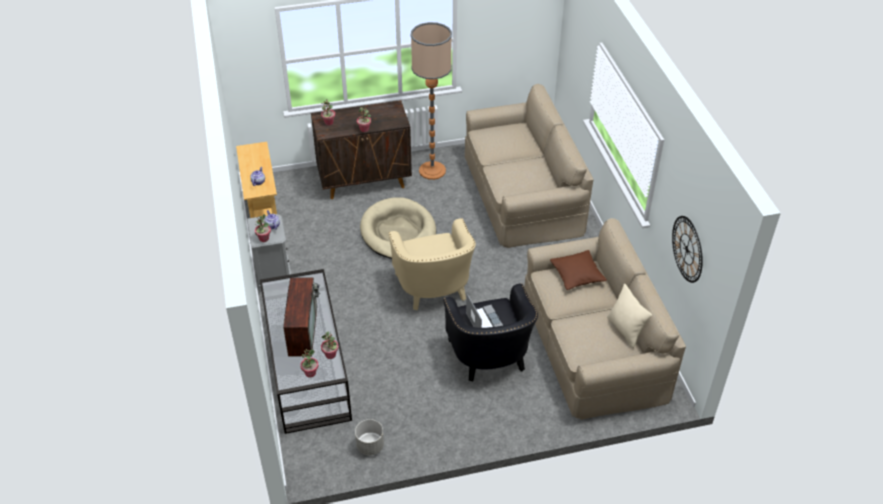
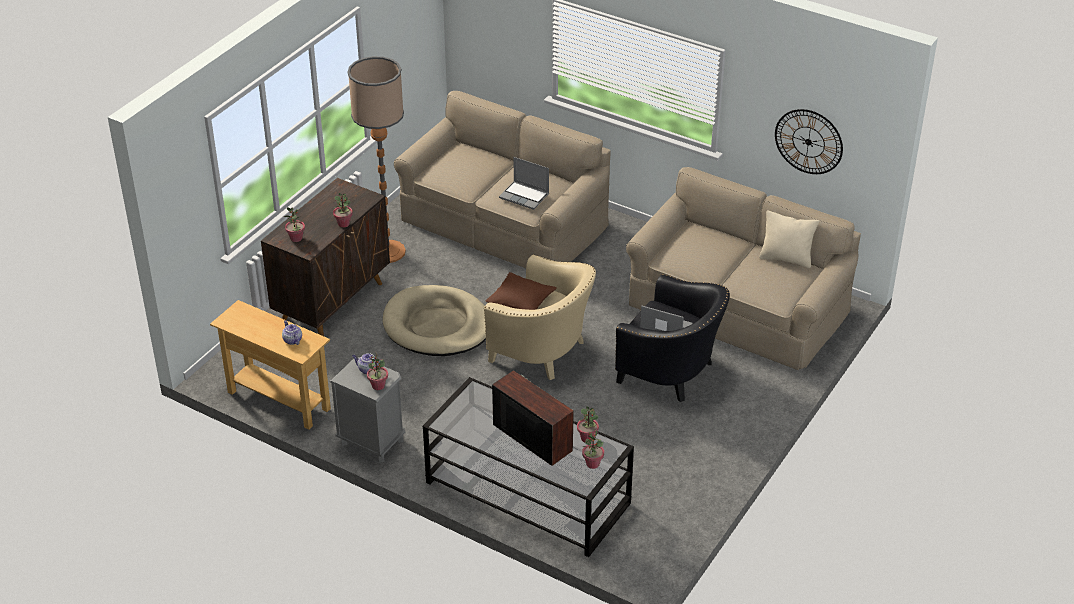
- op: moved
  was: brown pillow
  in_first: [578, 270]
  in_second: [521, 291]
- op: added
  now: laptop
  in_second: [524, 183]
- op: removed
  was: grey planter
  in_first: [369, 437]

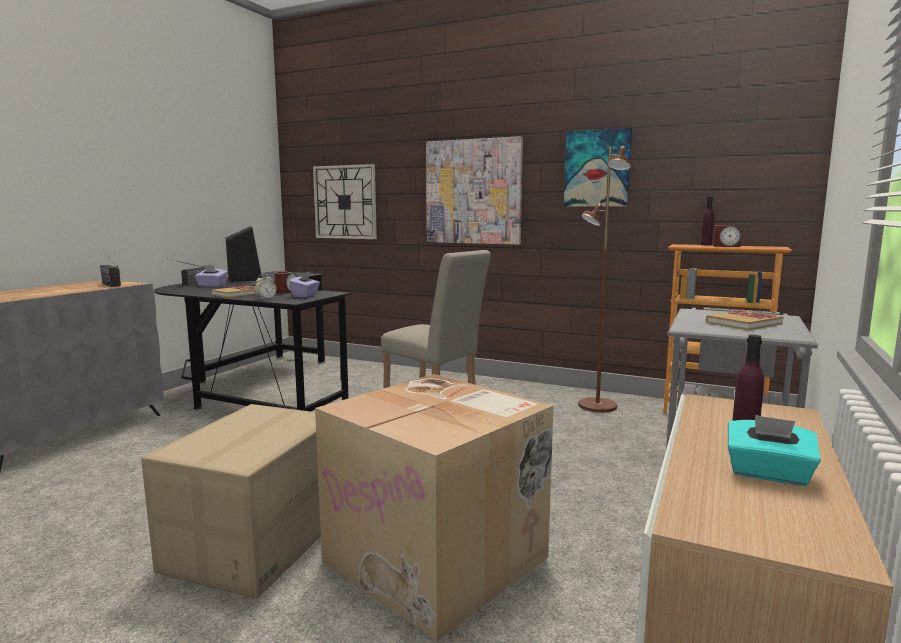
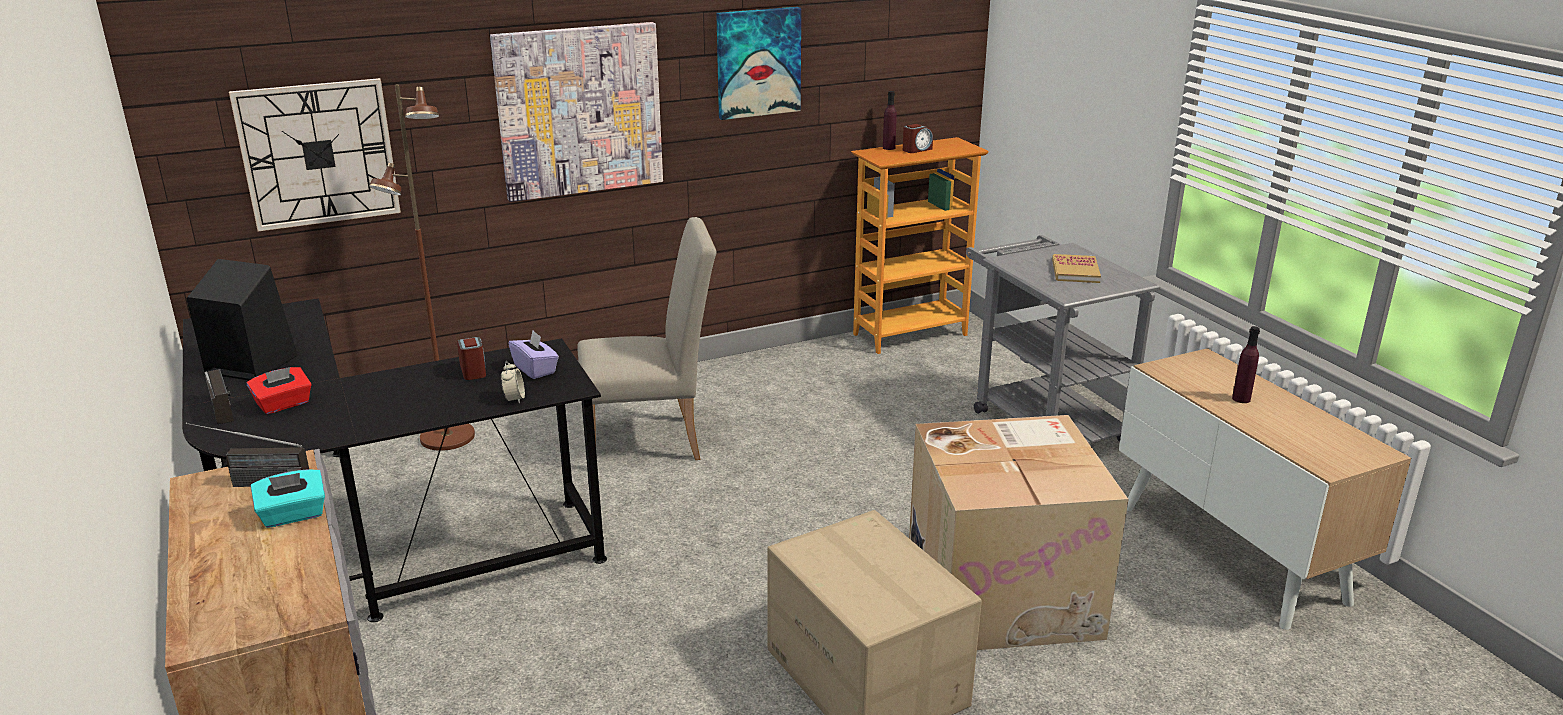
- op: recoloured
  was: purple tissue box
  now: red tissue box
  in_first: [211, 276]
  in_second: [279, 390]
- op: moved
  was: turquoise tissue box
  in_first: [774, 450]
  in_second: [288, 498]
- op: moved
  was: brown floor lamp
  in_first: [604, 279]
  in_second: [422, 267]
- op: removed
  was: book
  in_first: [233, 292]

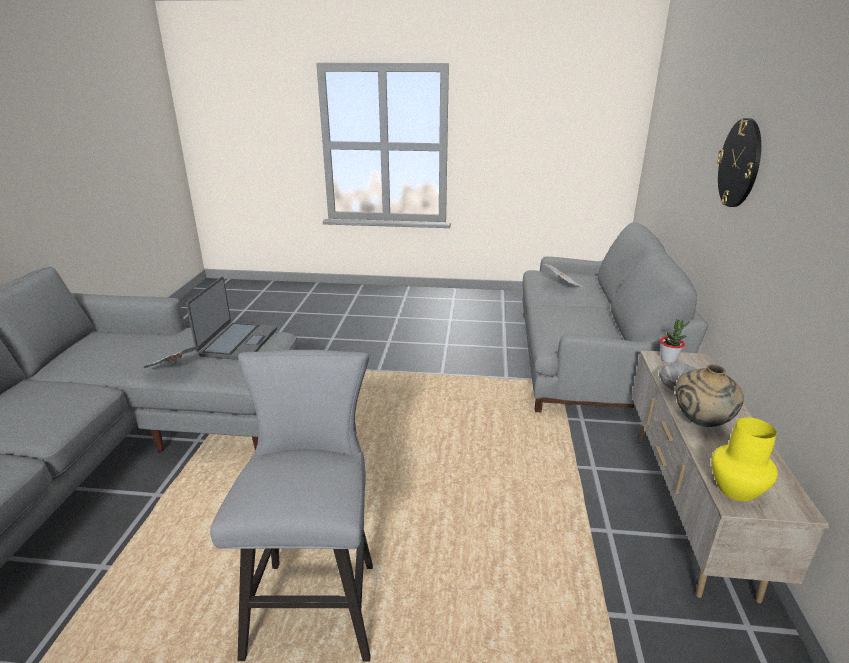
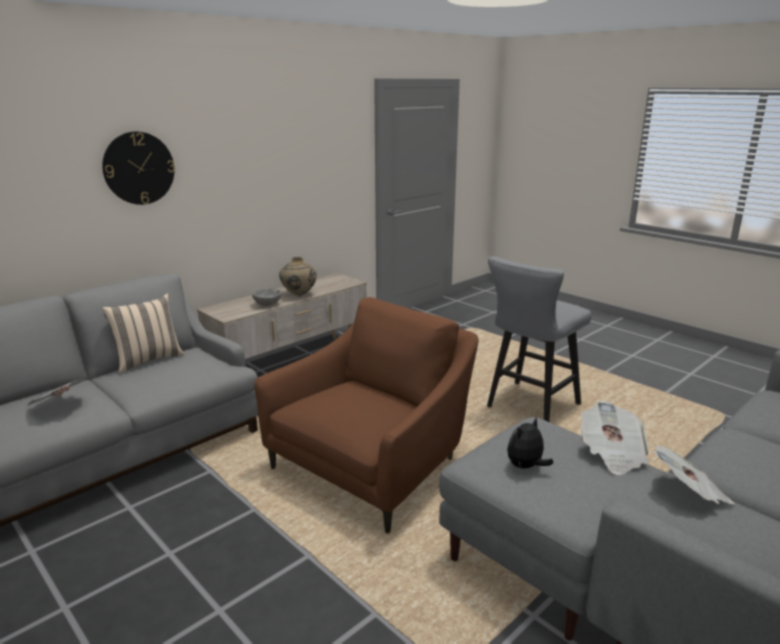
- op: added
  now: beige pillow
  in_second: [143, 333]
- op: added
  now: brown armchair
  in_second: [366, 415]
- op: replaced
  was: laptop
  now: plush toy
  in_first: [231, 318]
  in_second: [530, 443]
- op: added
  now: newspaper
  in_second: [694, 475]
- op: removed
  was: potted plant
  in_first: [674, 341]
- op: removed
  was: yellow vase
  in_first: [744, 459]

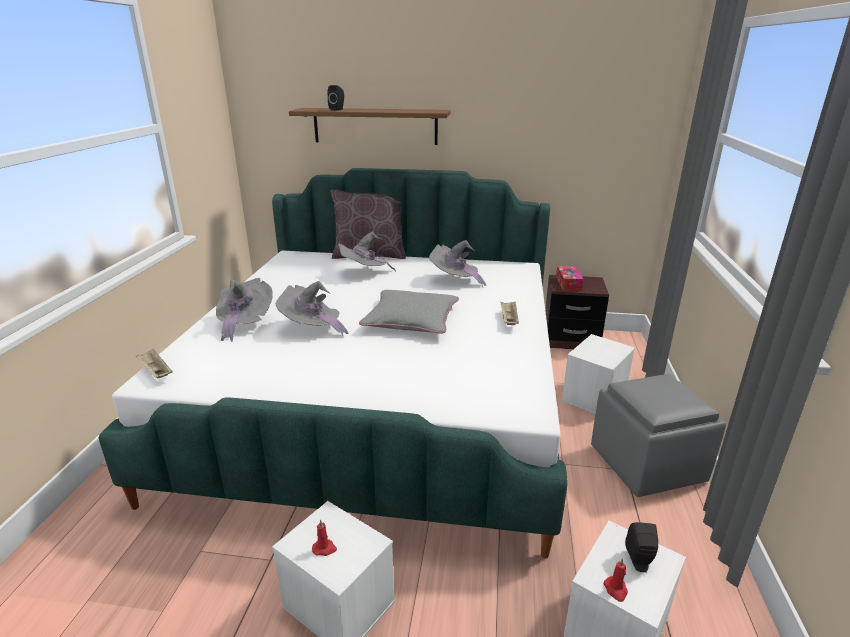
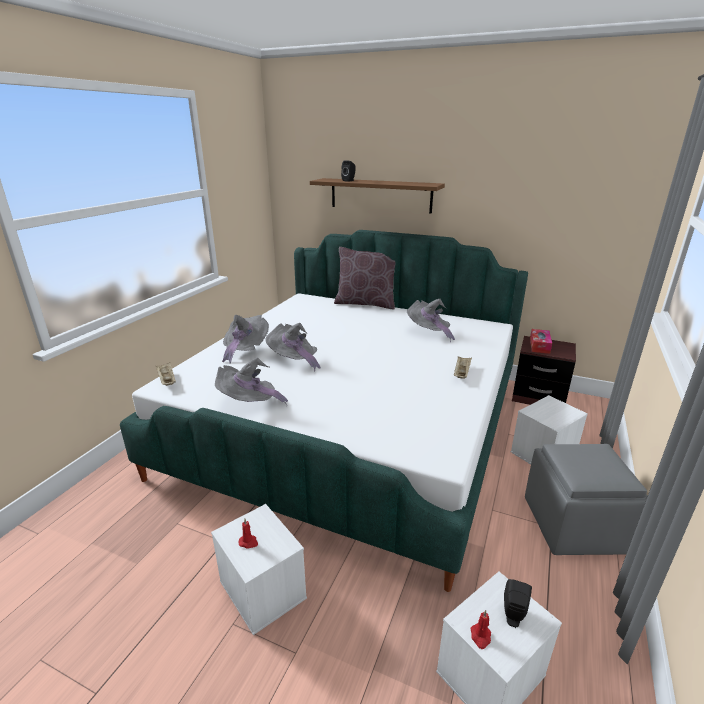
- op: moved
  was: grey hat
  in_first: [367, 252]
  in_second: [251, 381]
- op: removed
  was: grey pillow
  in_first: [409, 312]

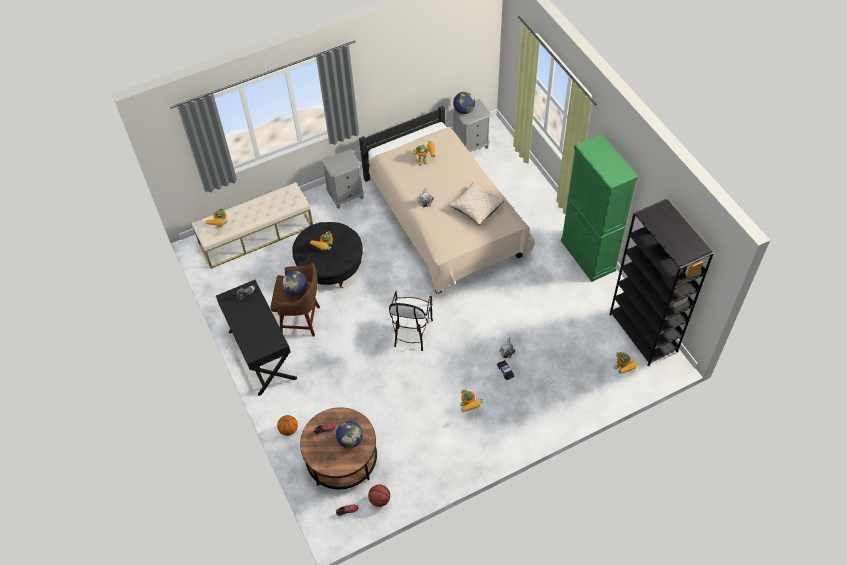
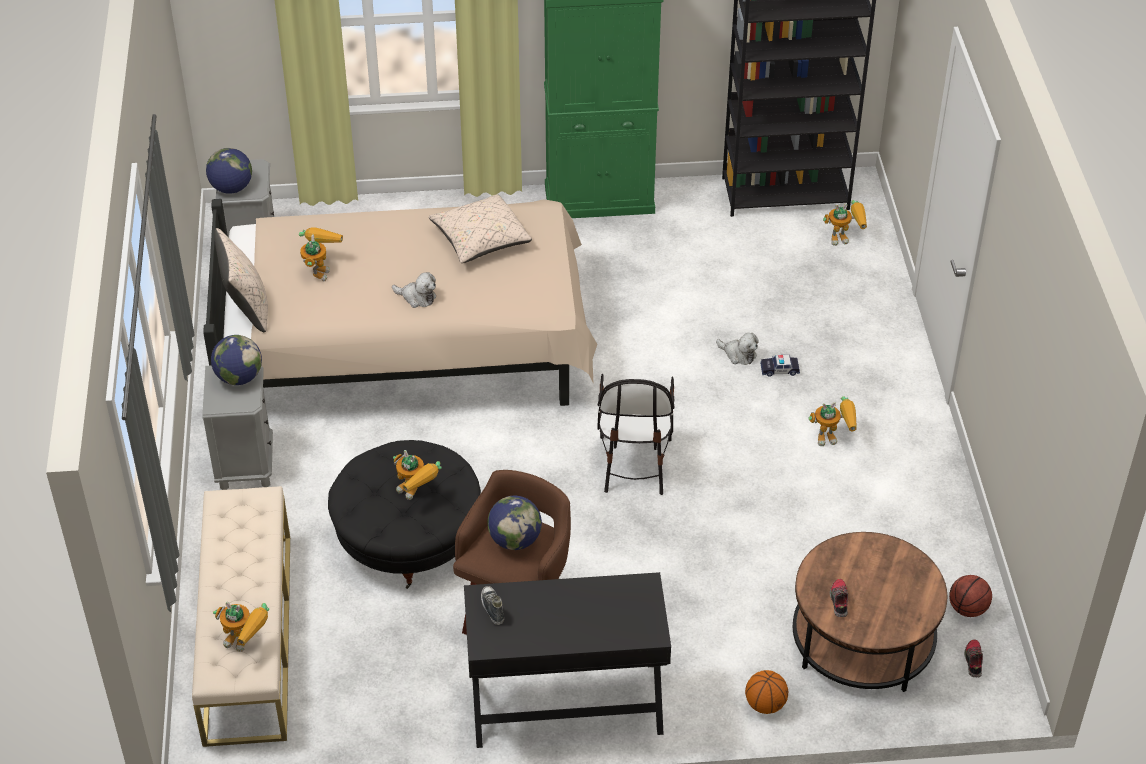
- op: moved
  was: globe
  in_first: [349, 434]
  in_second: [236, 360]
- op: added
  now: beige pillow
  in_second: [241, 280]
- op: turned
  was: chair
  in_first: [411, 321]
  in_second: [636, 434]
  clockwise: 60

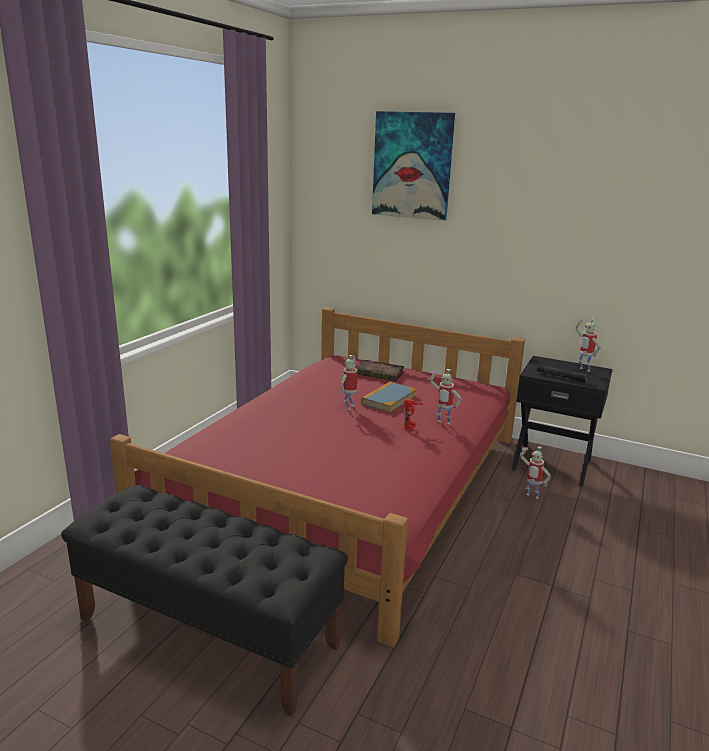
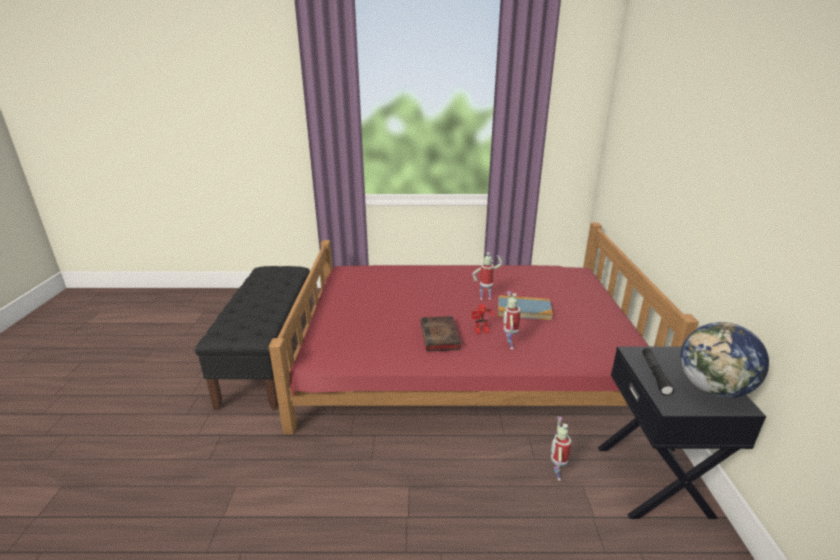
- op: moved
  was: book
  in_first: [380, 370]
  in_second: [441, 334]
- op: replaced
  was: toy robot
  now: globe
  in_first: [588, 345]
  in_second: [724, 360]
- op: removed
  was: picture
  in_first: [413, 166]

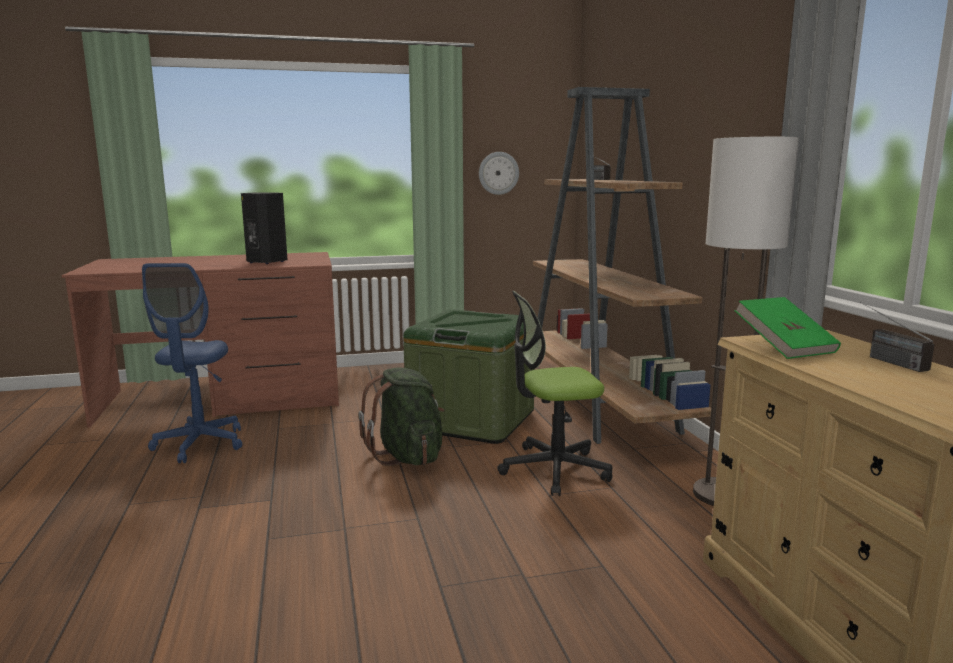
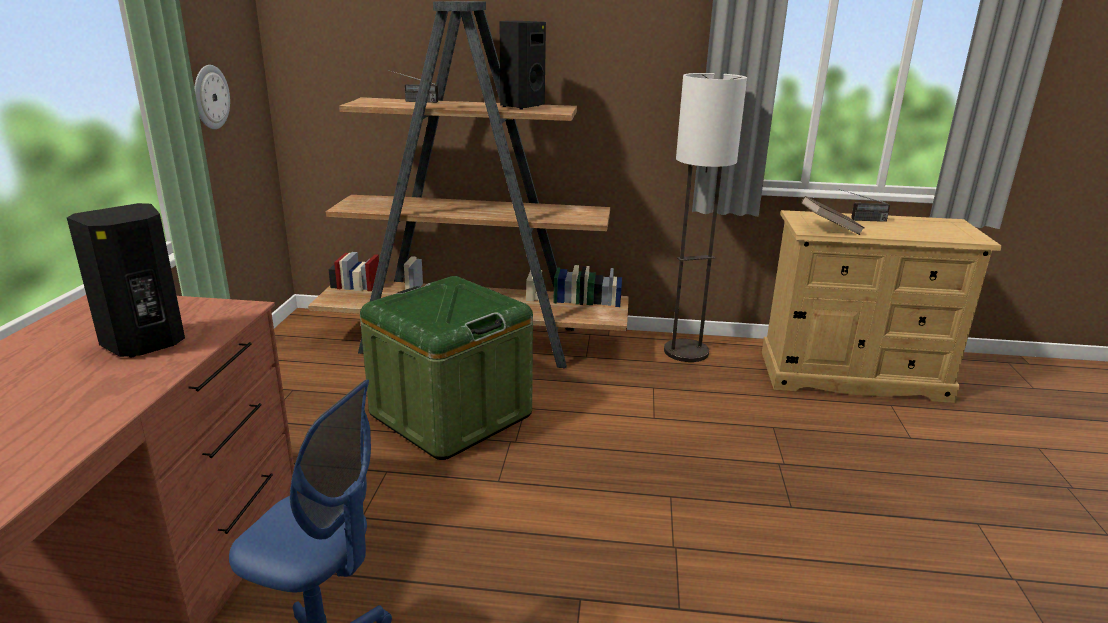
- op: added
  now: black speaker
  in_second: [523, 65]
- op: recoloured
  was: green book
  now: brown book
  in_first: [788, 328]
  in_second: [833, 215]
- op: removed
  was: green backpack
  in_first: [401, 416]
- op: removed
  was: office chair
  in_first: [555, 393]

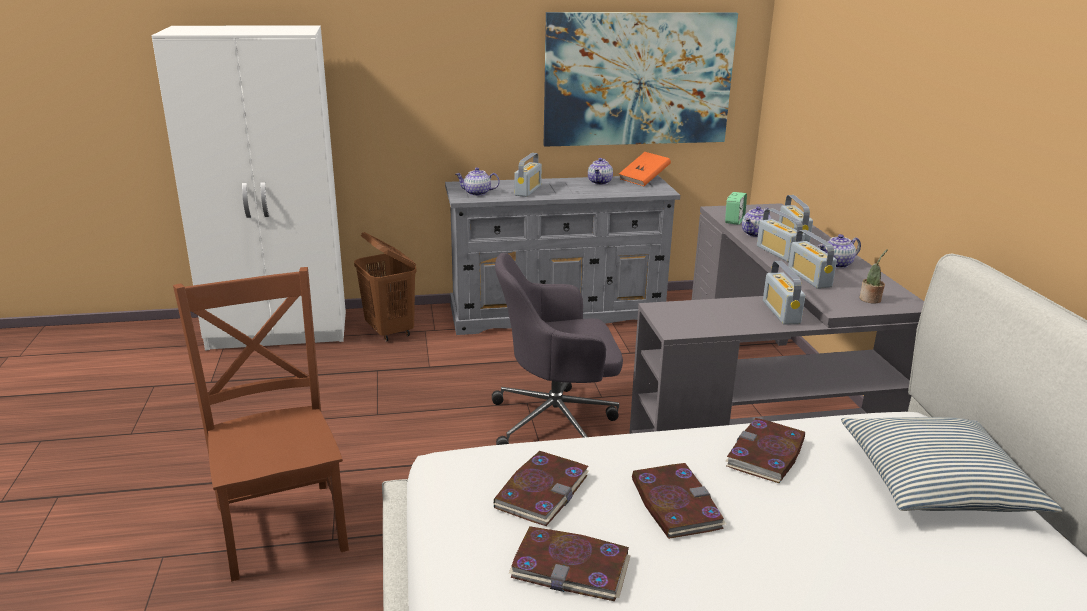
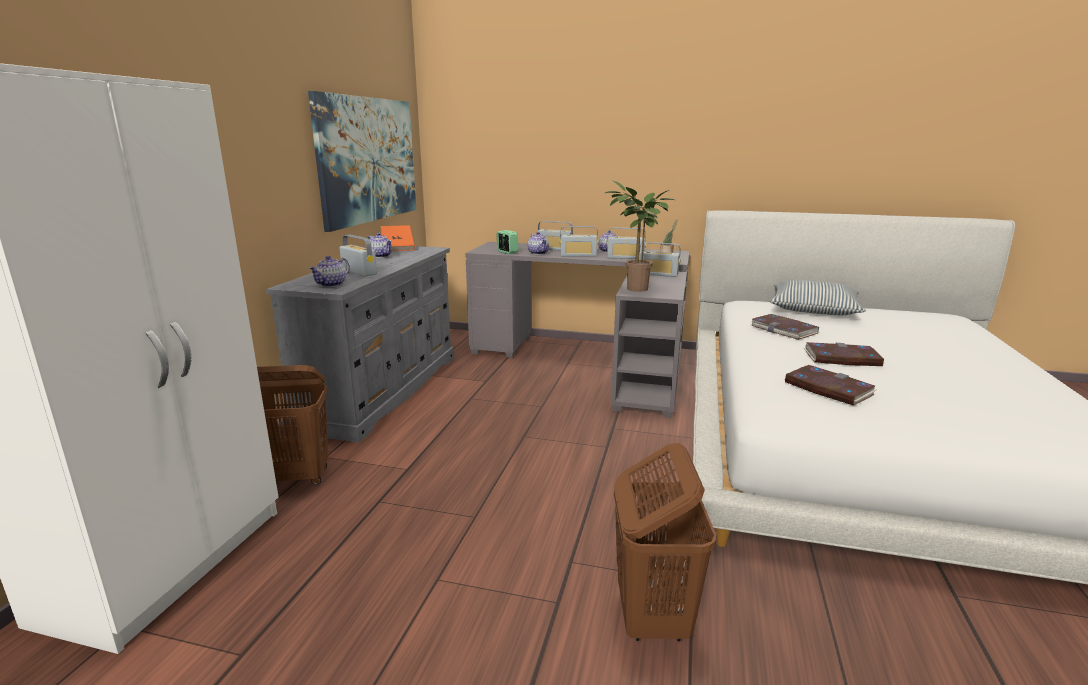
- op: added
  now: potted plant
  in_second: [639, 236]
- op: replaced
  was: brown chair
  now: brown laundry basket
  in_first: [261, 424]
  in_second: [665, 542]
- op: removed
  was: grey office chair
  in_first: [557, 348]
- op: removed
  was: book
  in_first: [570, 563]

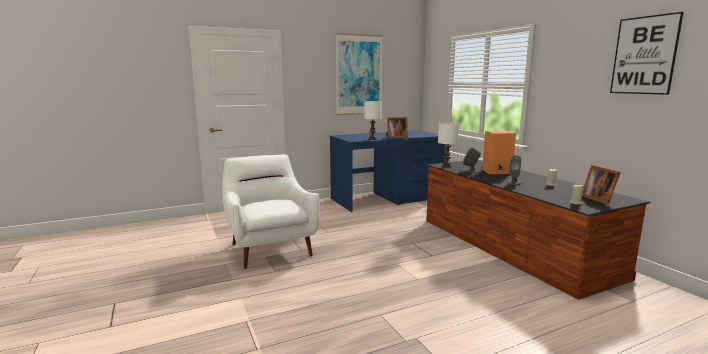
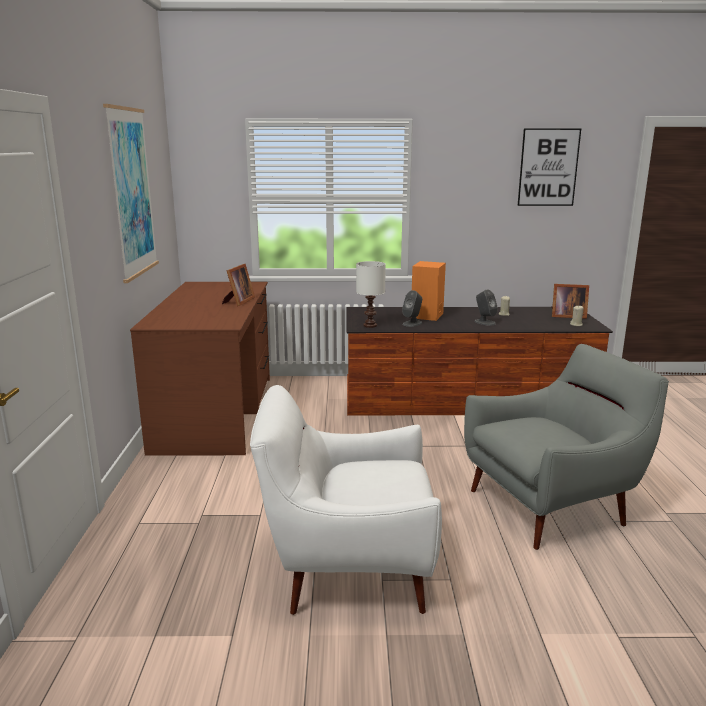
- op: recoloured
  was: blue desk
  now: brown desk
  in_first: [387, 171]
  in_second: [200, 369]
- op: added
  now: grey armchair
  in_second: [566, 447]
- op: removed
  was: white table lamp
  in_first: [373, 120]

